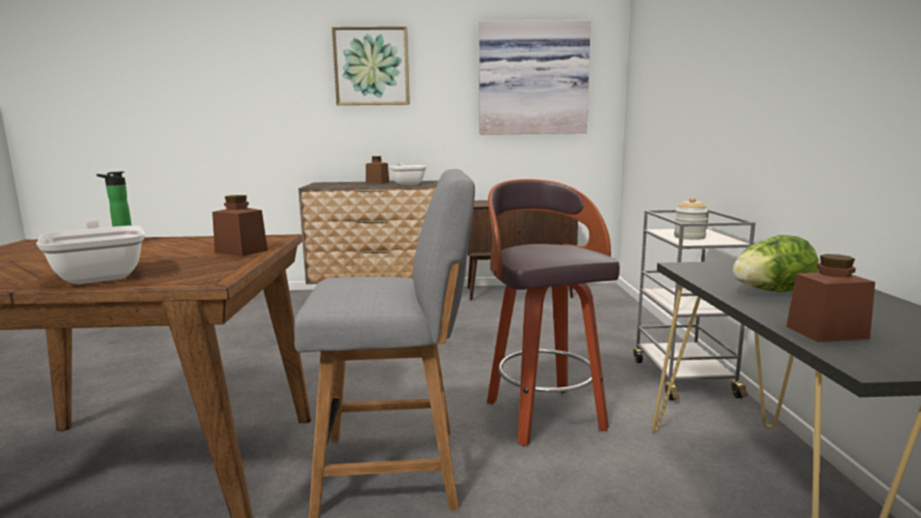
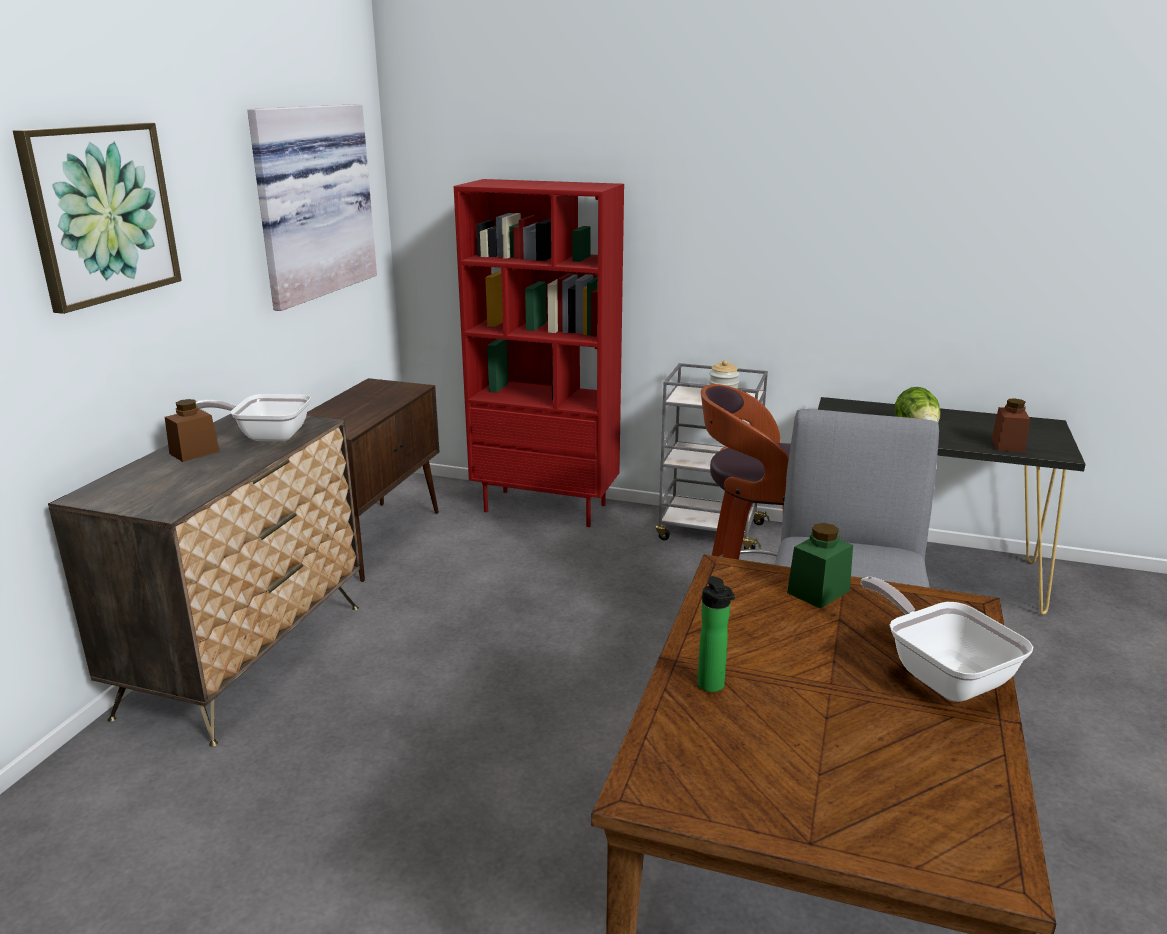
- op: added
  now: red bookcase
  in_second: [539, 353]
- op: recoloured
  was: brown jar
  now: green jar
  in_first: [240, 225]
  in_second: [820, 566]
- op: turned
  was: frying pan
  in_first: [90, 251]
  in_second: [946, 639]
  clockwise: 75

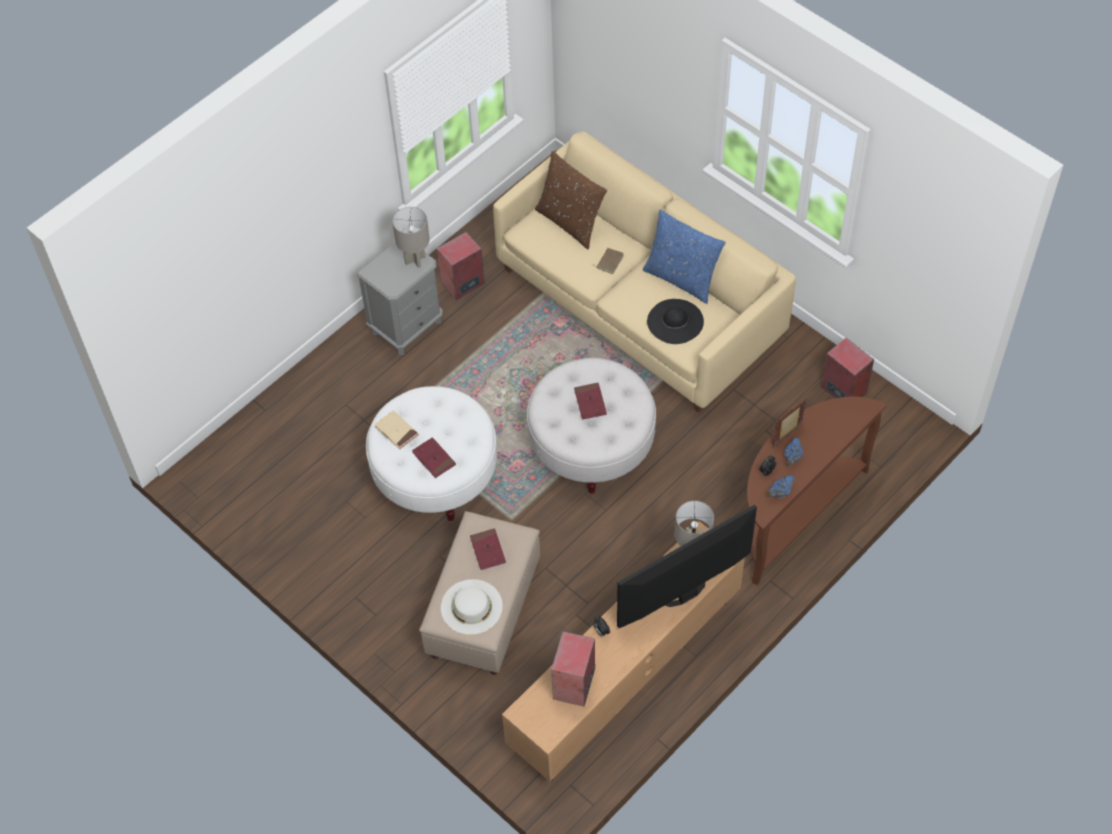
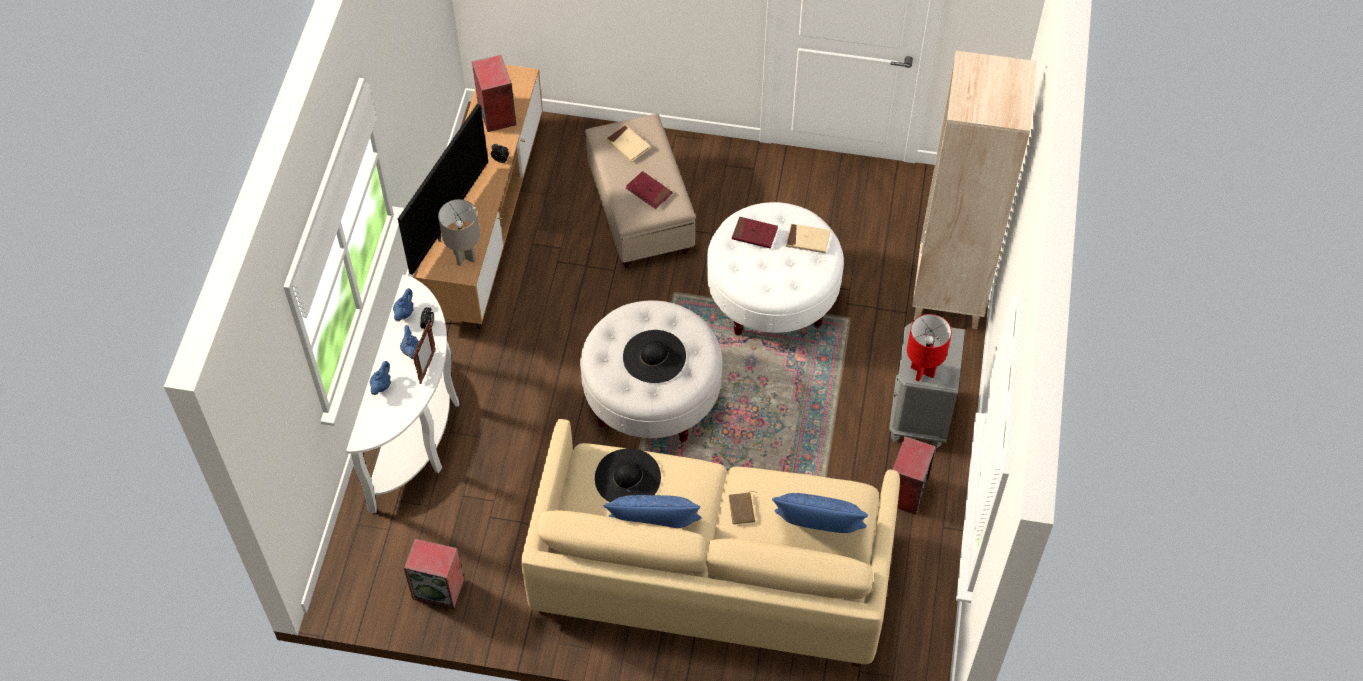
- op: recoloured
  was: brown console table
  now: white console table
  in_first: [817, 491]
  in_second: [402, 394]
- op: added
  now: blue teapot
  in_second: [380, 378]
- op: replaced
  was: white hat
  now: beige book
  in_first: [472, 607]
  in_second: [628, 143]
- op: replaced
  was: red book
  now: black hat
  in_first: [590, 401]
  in_second: [654, 356]
- op: recoloured
  was: brown pillow
  now: blue pillow
  in_first: [571, 200]
  in_second: [820, 513]
- op: recoloured
  was: grey table lamp
  now: red table lamp
  in_first: [411, 237]
  in_second: [929, 347]
- op: added
  now: beige bookcase
  in_second: [974, 190]

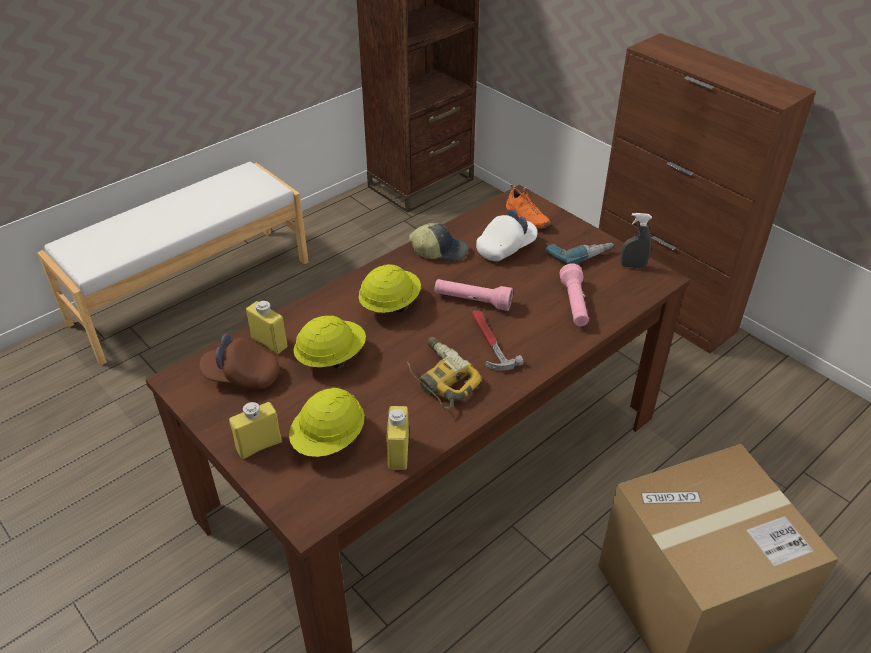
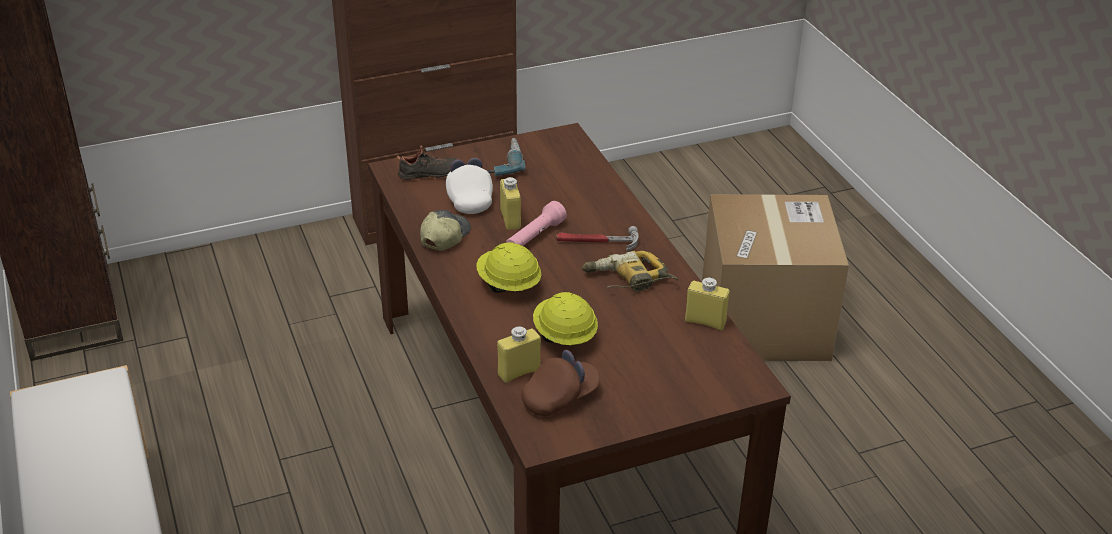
- op: recoloured
  was: orange shoe
  now: black shoe
  in_first: [528, 207]
  in_second: [427, 163]
- op: moved
  was: yellow bottle
  in_first: [255, 430]
  in_second: [510, 203]
- op: turned
  was: brown cap
  in_first: [240, 361]
  in_second: [560, 383]
  clockwise: -150
- op: removed
  was: yellow hard hat
  in_first: [327, 422]
- op: removed
  was: pink flashlight
  in_first: [574, 294]
- op: removed
  was: grey spray bottle
  in_first: [636, 241]

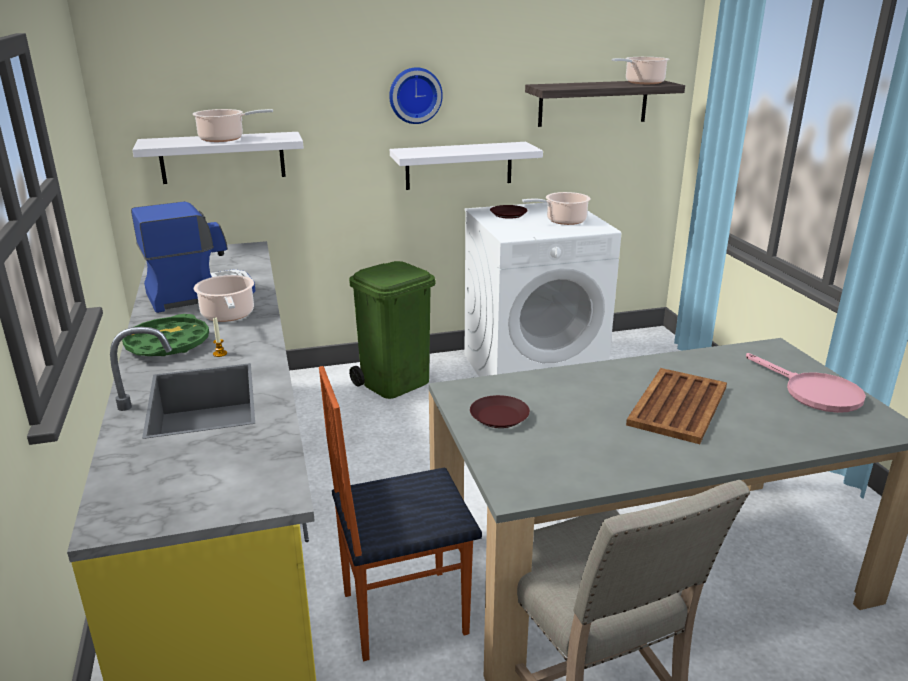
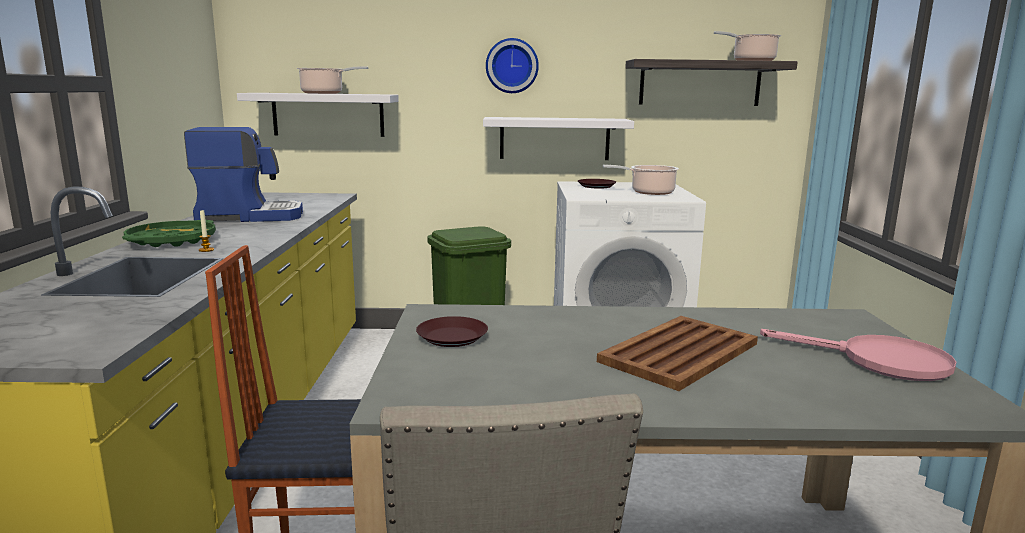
- op: turned
  was: pink frying pan
  in_first: [806, 383]
  in_second: [858, 355]
  clockwise: -45
- op: removed
  was: cooking pot
  in_first: [224, 298]

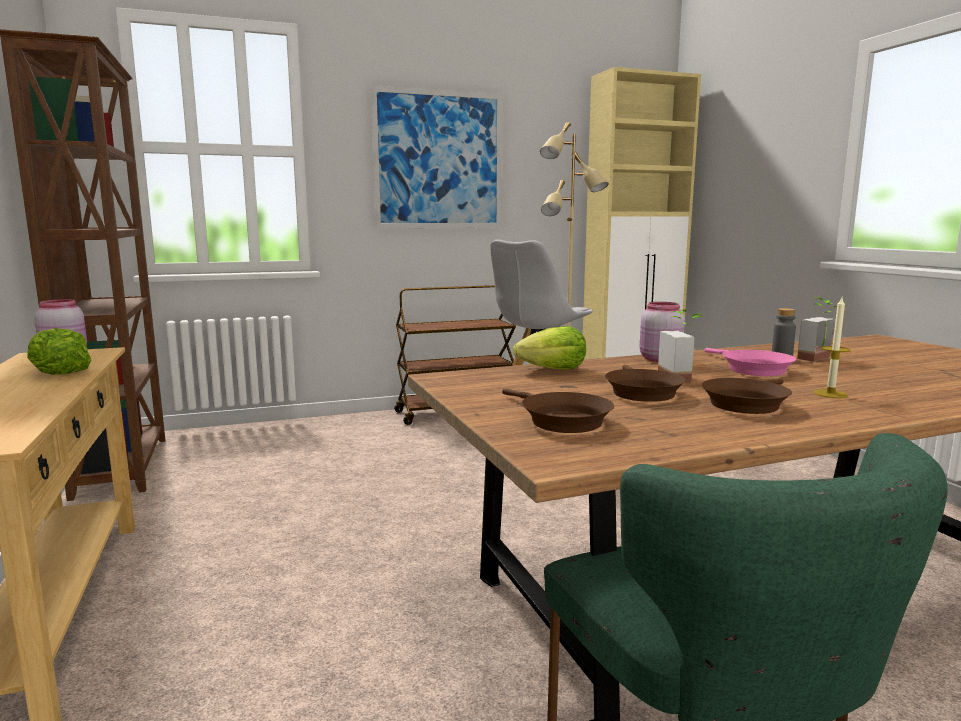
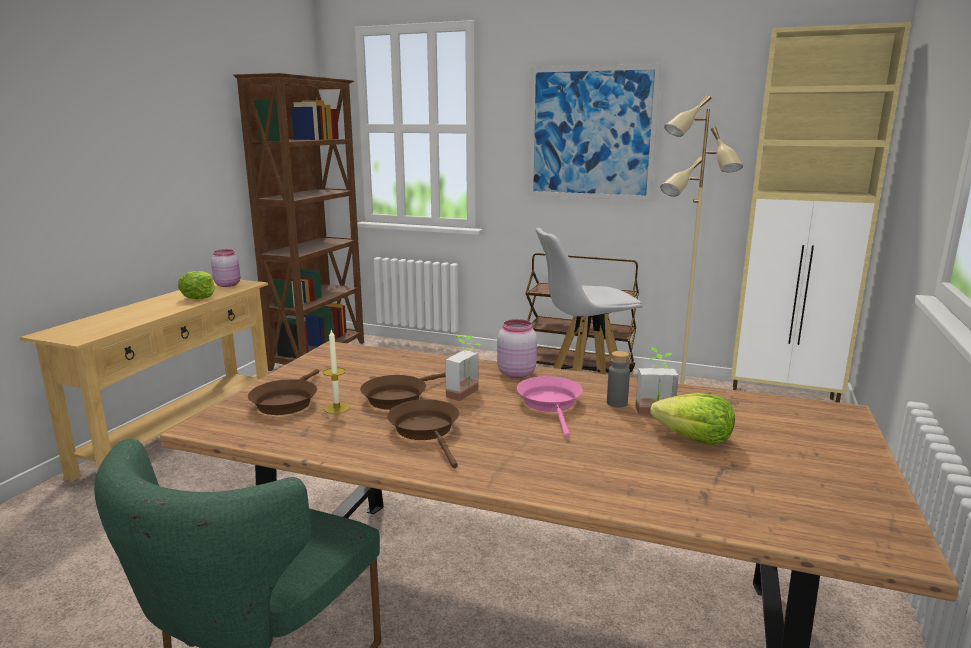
- op: moved
  was: candle
  in_first: [832, 348]
  in_second: [336, 372]
- op: turned
  was: brown frying pan
  in_first: [746, 396]
  in_second: [423, 433]
  clockwise: 75
- op: turned
  was: pink frying pan
  in_first: [750, 362]
  in_second: [549, 407]
  clockwise: 150
- op: moved
  was: lettuce
  in_first: [549, 347]
  in_second: [692, 419]

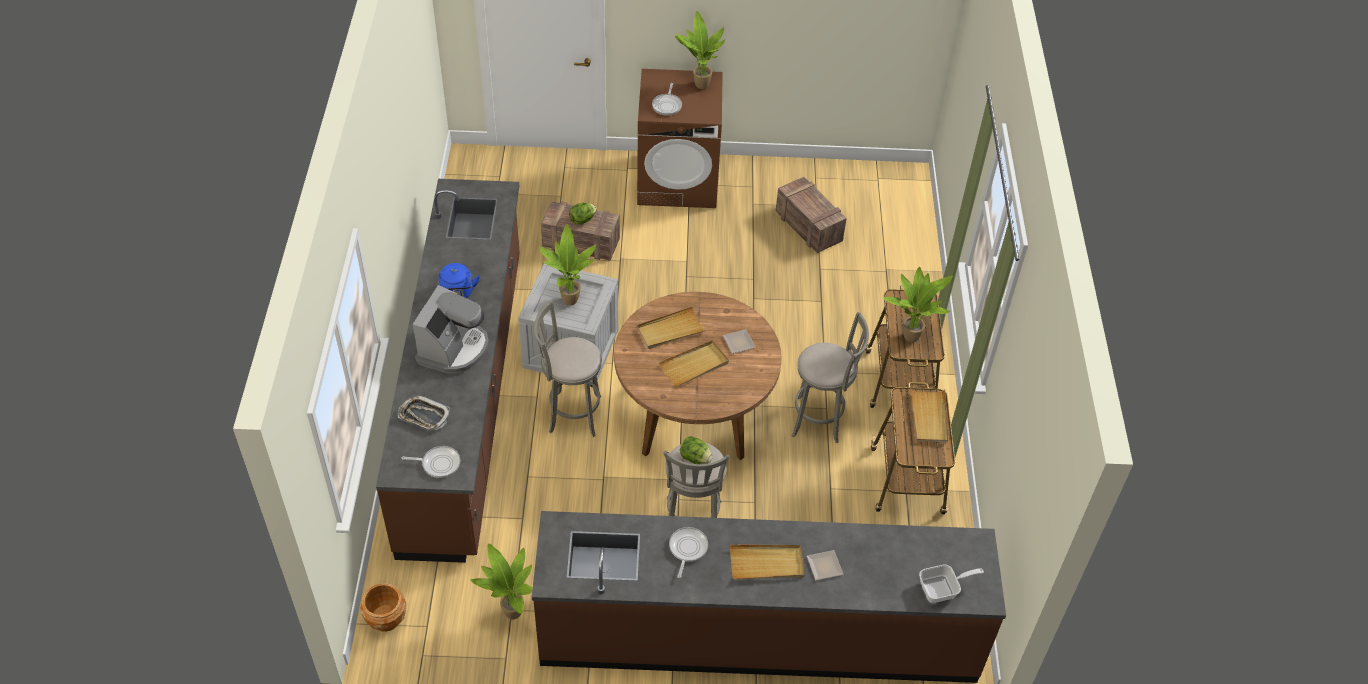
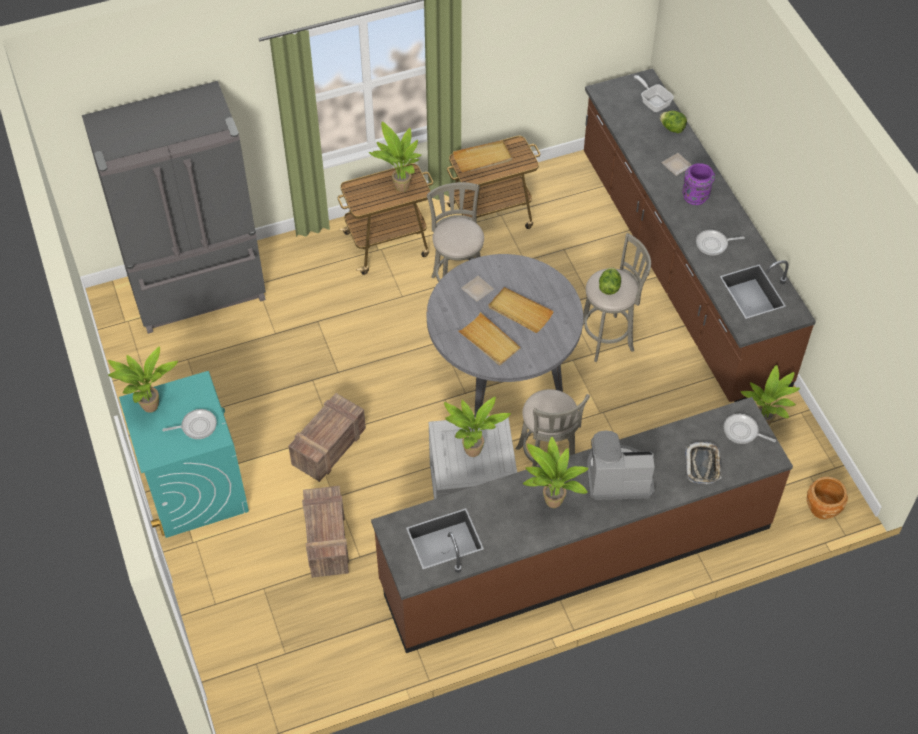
- op: added
  now: grey fridge
  in_second: [174, 207]
- op: recoloured
  was: brown washing machine
  now: turquoise washing machine
  in_first: [680, 138]
  in_second: [184, 454]
- op: moved
  was: crate
  in_first: [811, 215]
  in_second: [327, 437]
- op: recoloured
  was: brown dining table
  now: grey dining table
  in_first: [698, 376]
  in_second: [505, 335]
- op: replaced
  was: blue kettle
  now: potted plant
  in_first: [459, 280]
  in_second: [556, 472]
- op: moved
  was: lettuce
  in_first: [583, 213]
  in_second: [673, 122]
- op: replaced
  was: beige tray
  now: purple vase
  in_first: [767, 561]
  in_second: [698, 184]
- op: turned
  was: frying pan
  in_first: [431, 462]
  in_second: [750, 429]
  clockwise: -45

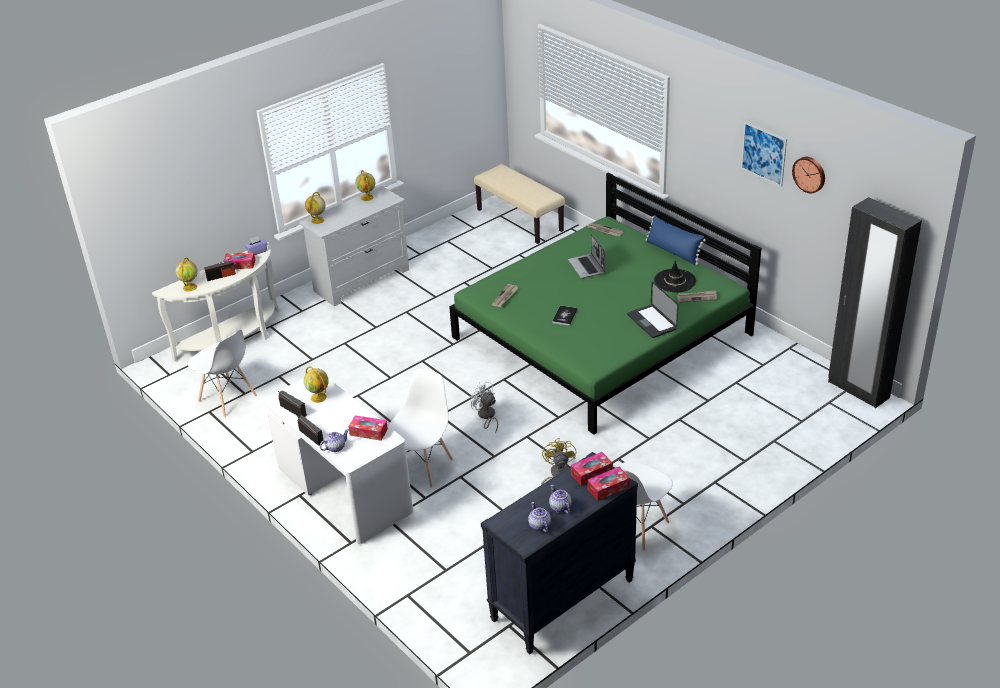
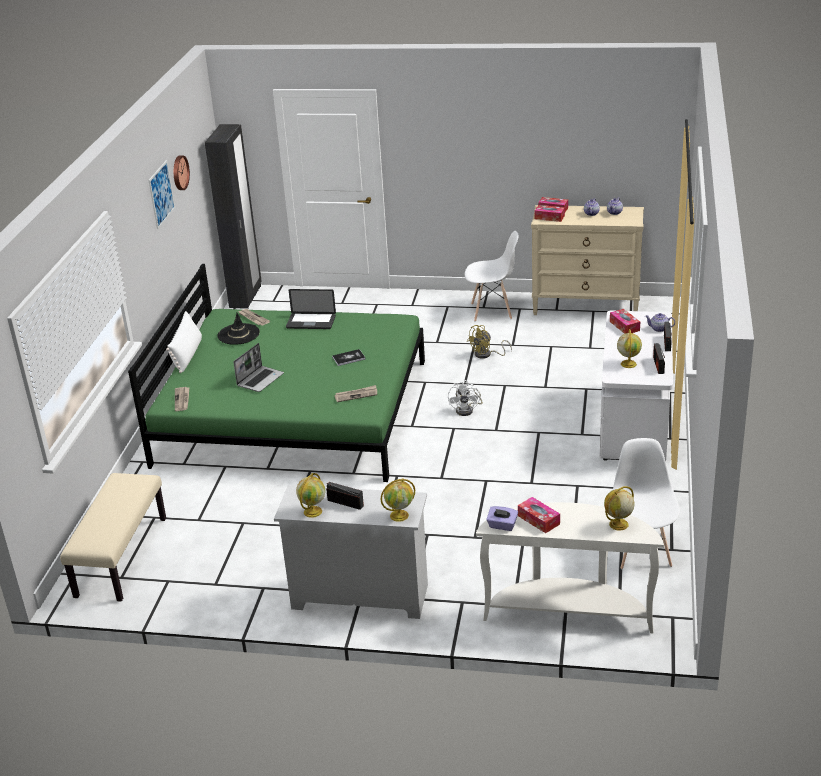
- op: recoloured
  was: blue pillow
  now: white pillow
  in_first: [675, 240]
  in_second: [184, 342]
- op: turned
  was: laptop
  in_first: [652, 310]
  in_second: [311, 309]
  clockwise: 75
- op: moved
  was: radio
  in_first: [220, 270]
  in_second: [345, 496]
- op: recoloured
  was: black dresser
  now: beige dresser
  in_first: [559, 553]
  in_second: [587, 260]
- op: removed
  was: white chair
  in_first: [420, 428]

